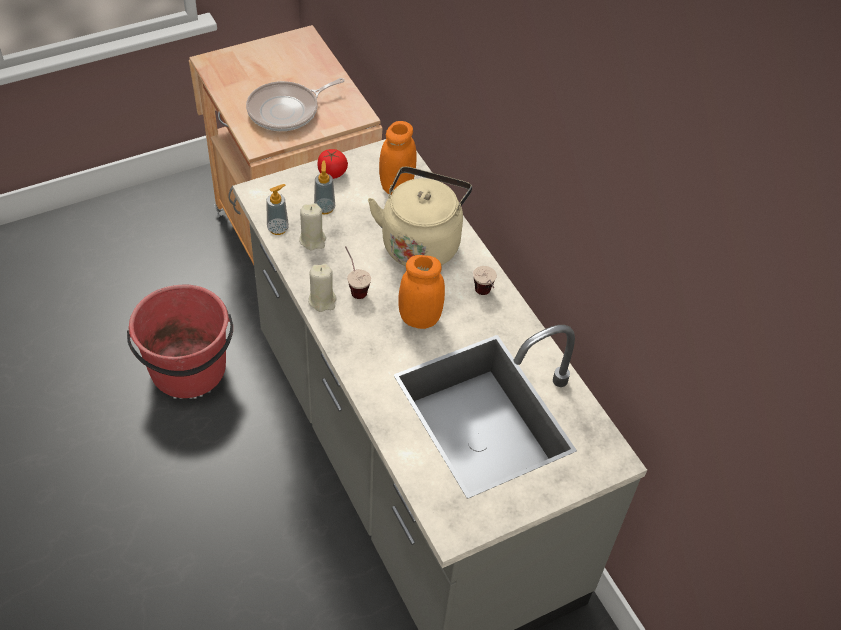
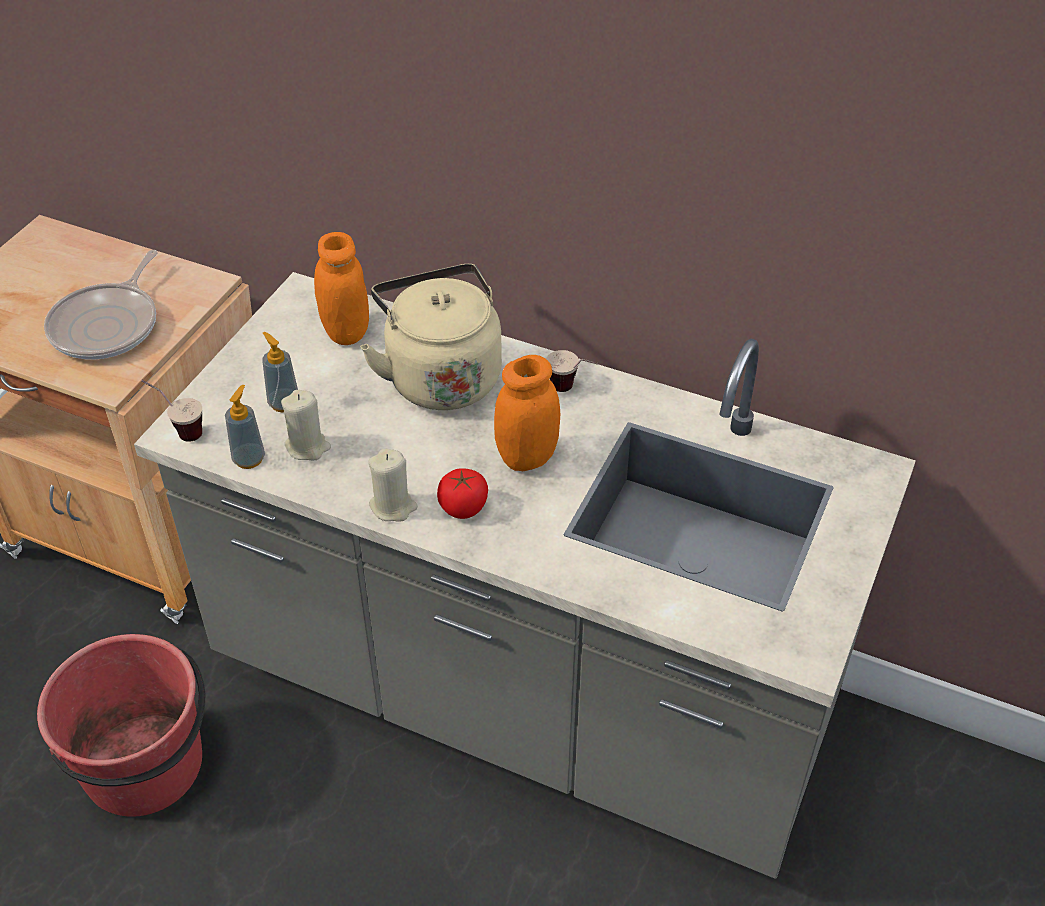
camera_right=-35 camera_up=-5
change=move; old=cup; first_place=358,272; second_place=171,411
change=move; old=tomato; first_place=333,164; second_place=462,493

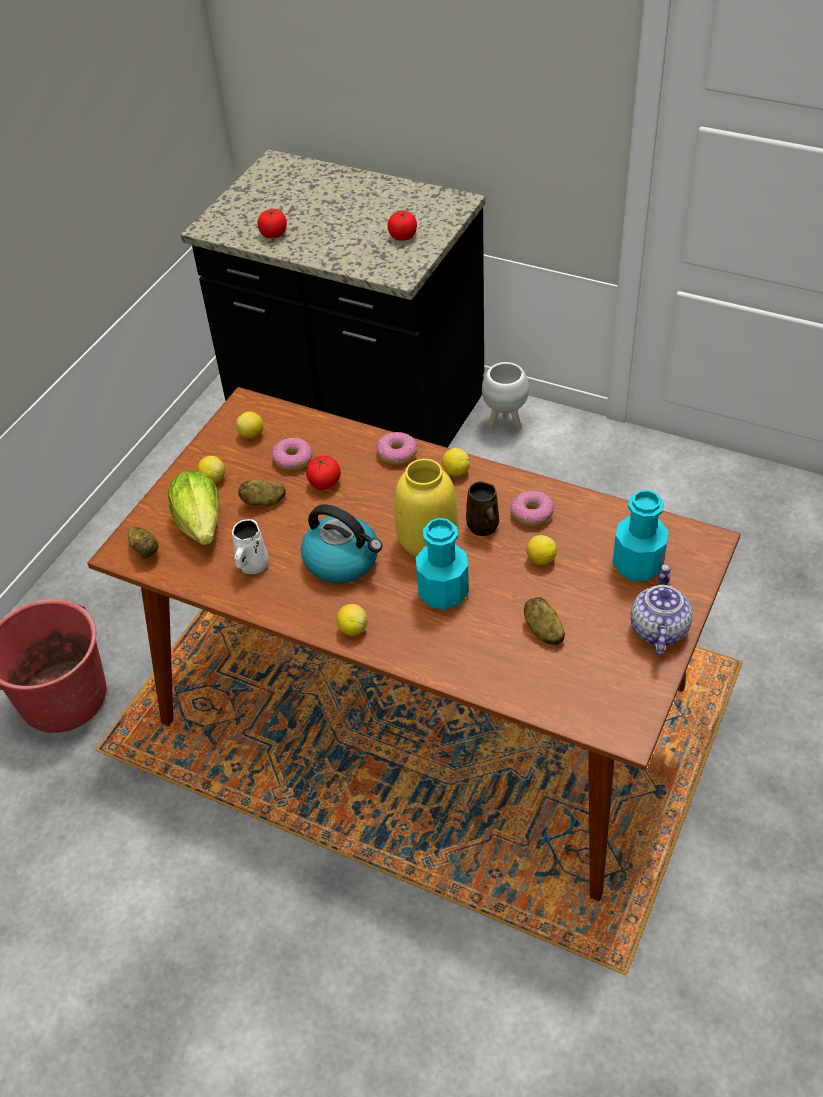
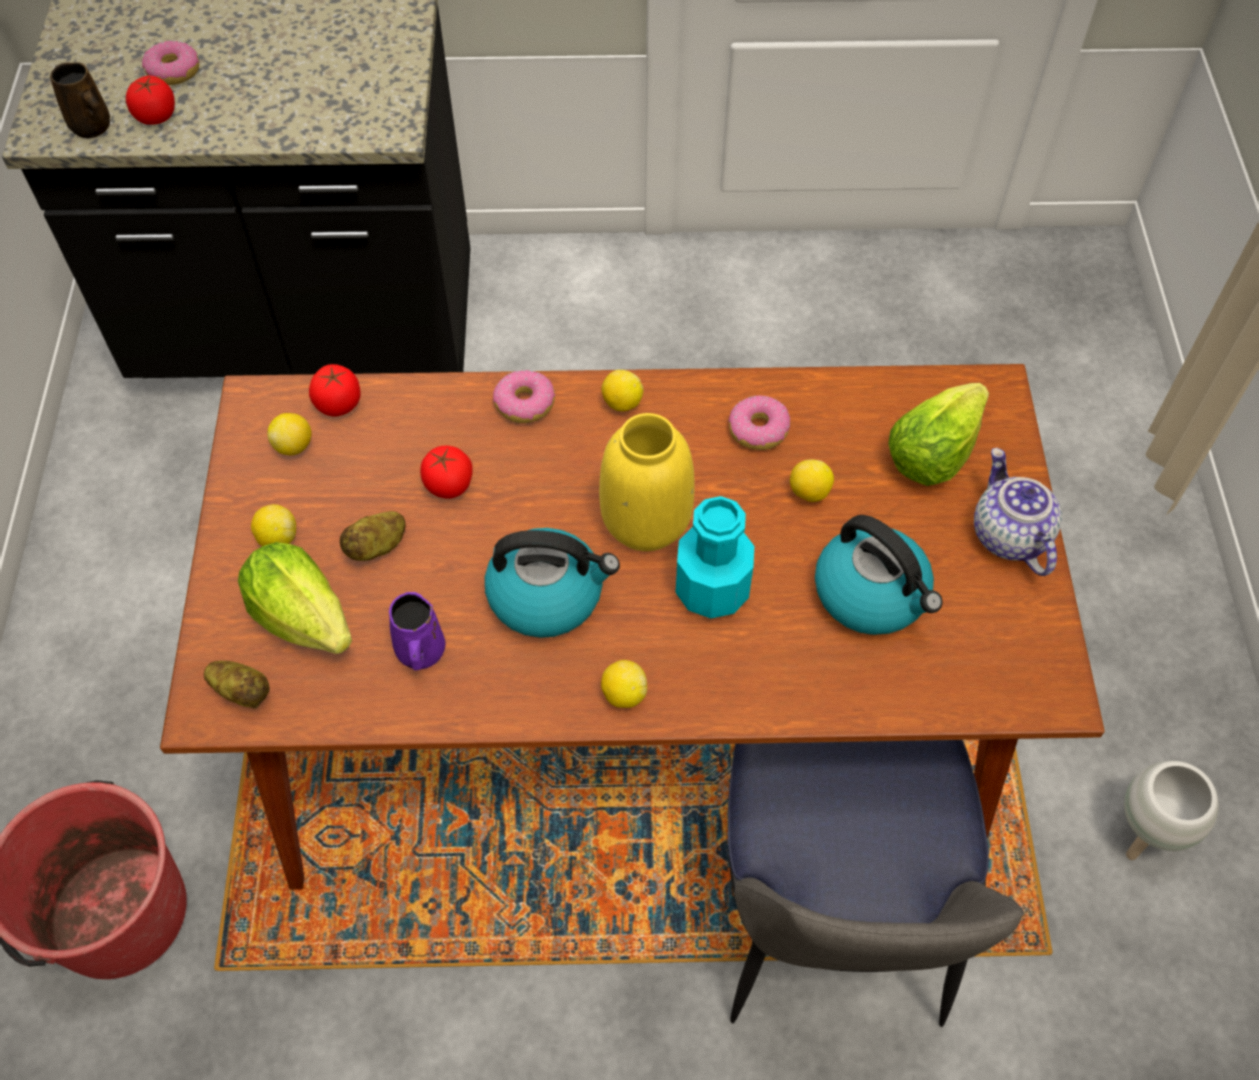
camera_right=-30 camera_up=10
change=move; old=brown mug; first_place=482,508; second_place=80,100
change=move; old=donut; first_place=292,454; second_place=170,62
change=move; old=tomato; first_place=402,226; second_place=335,390
change=recolor; old=white mug; new=purple mug; first_place=250,546; second_place=417,631
change=insert; new=chair; second_place=876,883
change=replace; old=potato; new=kettle; first_place=544,621; second_place=878,575
change=replace; old=turquoise bottle; new=lettuce; first_place=641,535; second_place=938,434
change=move; old=white planter; first_place=505,396; second_place=1171,810

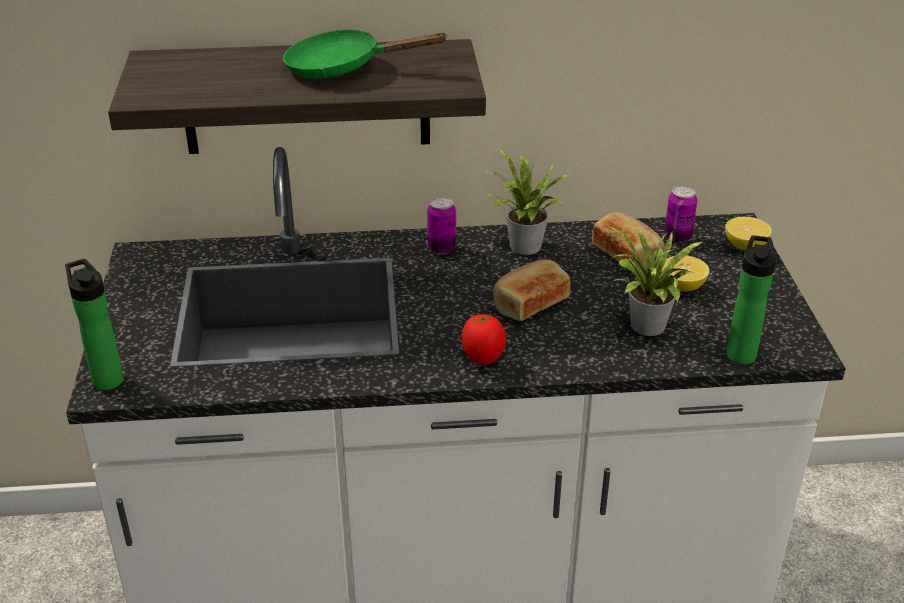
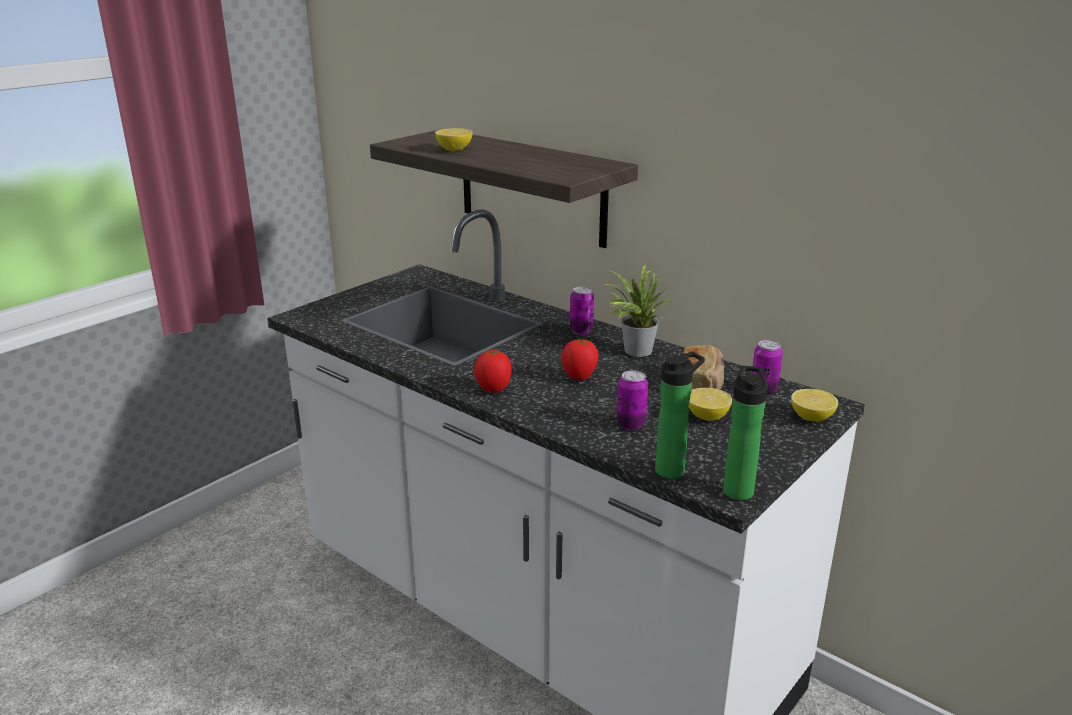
camera_right=45 camera_up=-10
change=insert; new=lemon; second_place=454,139
change=replace; old=bread; new=tomato; first_place=532,290; second_place=580,360
change=replace; old=potted plant; new=can; first_place=656,281; second_place=632,400
change=move; old=bottle; first_place=94,324; second_place=745,433
change=delete; old=green frying pan; first_place=365,54

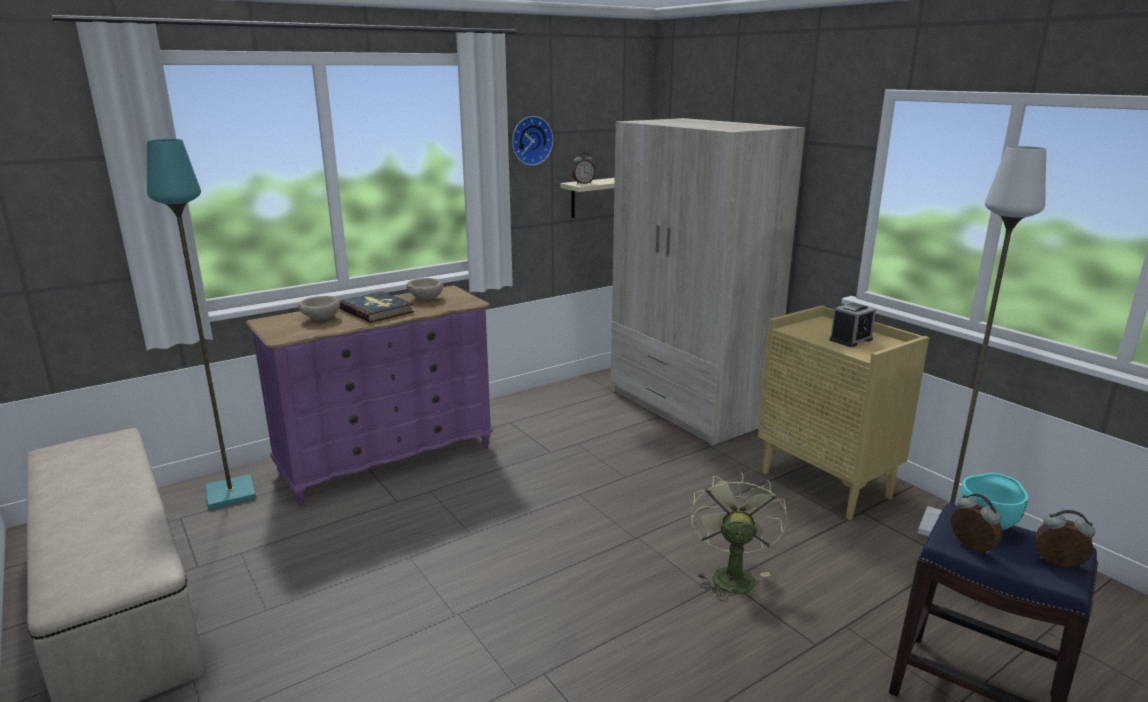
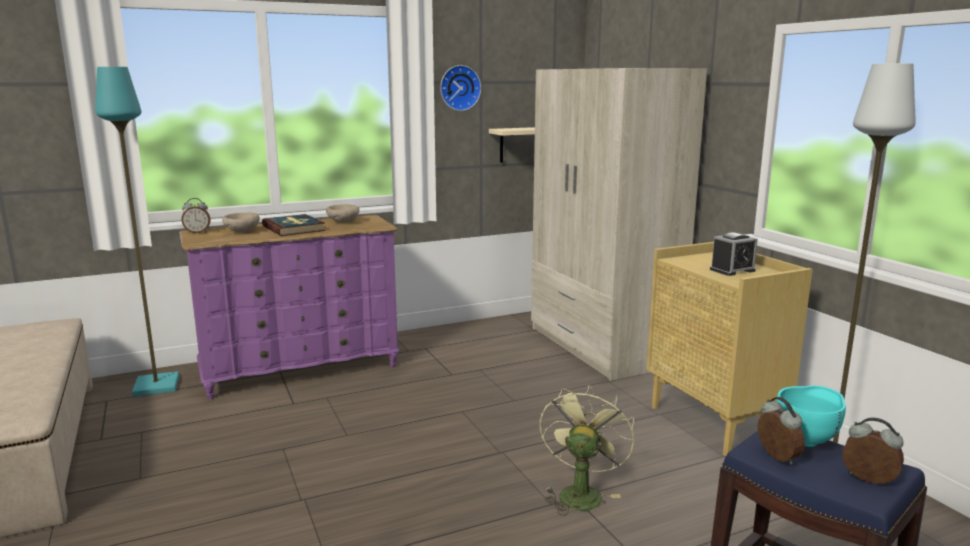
camera_right=10 camera_up=-5
change=move; old=alarm clock; first_place=584,168; second_place=196,215

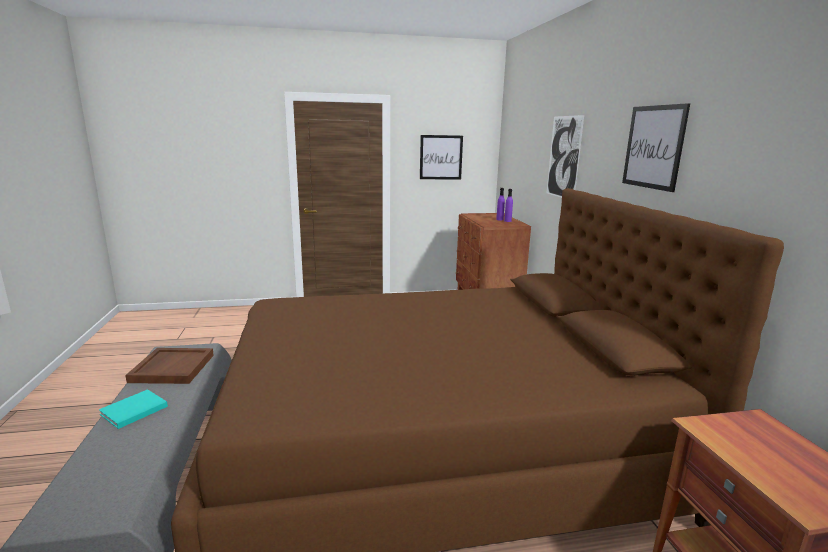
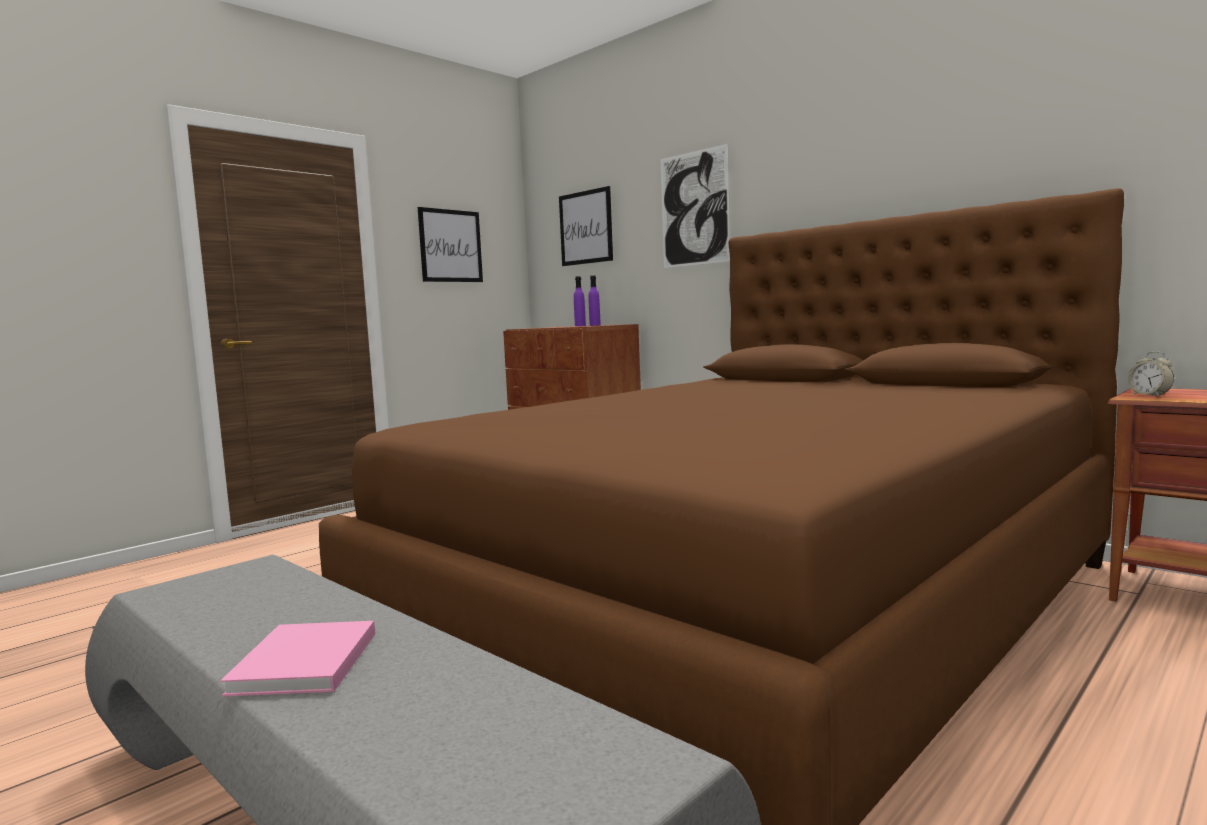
camera_right=-35 camera_up=-10
change=recolor; old=turquoise book; new=pink book; first_place=133,409; second_place=297,659
change=move; old=picture; first_place=656,147; second_place=586,226
change=insert; new=alarm clock; second_place=1151,374
change=delete; old=brown tray; first_place=169,366

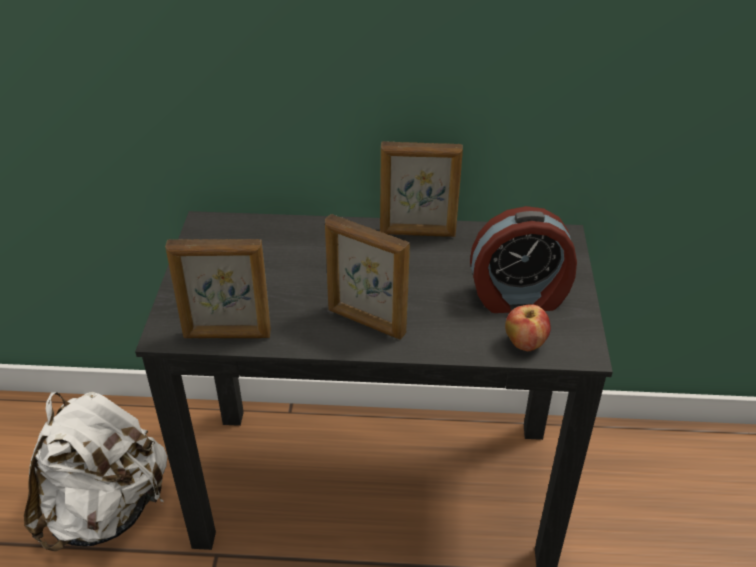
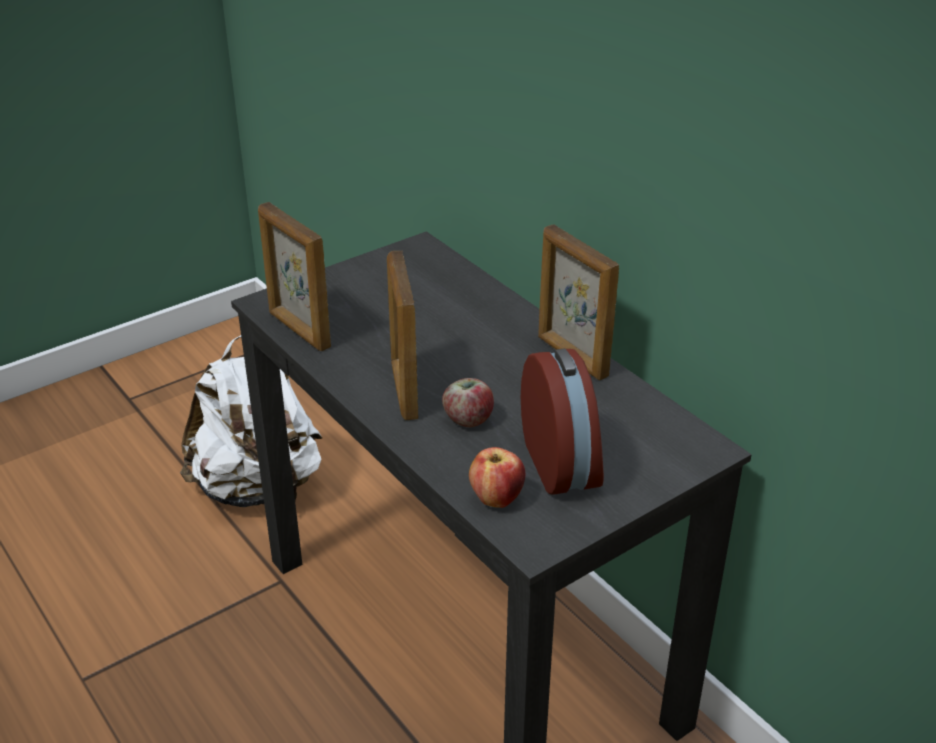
camera_right=50 camera_up=-5
change=insert; new=apple; second_place=468,402
change=rotate; old=alarm clock; first_place=523,259; second_place=562,422; degrees=-150

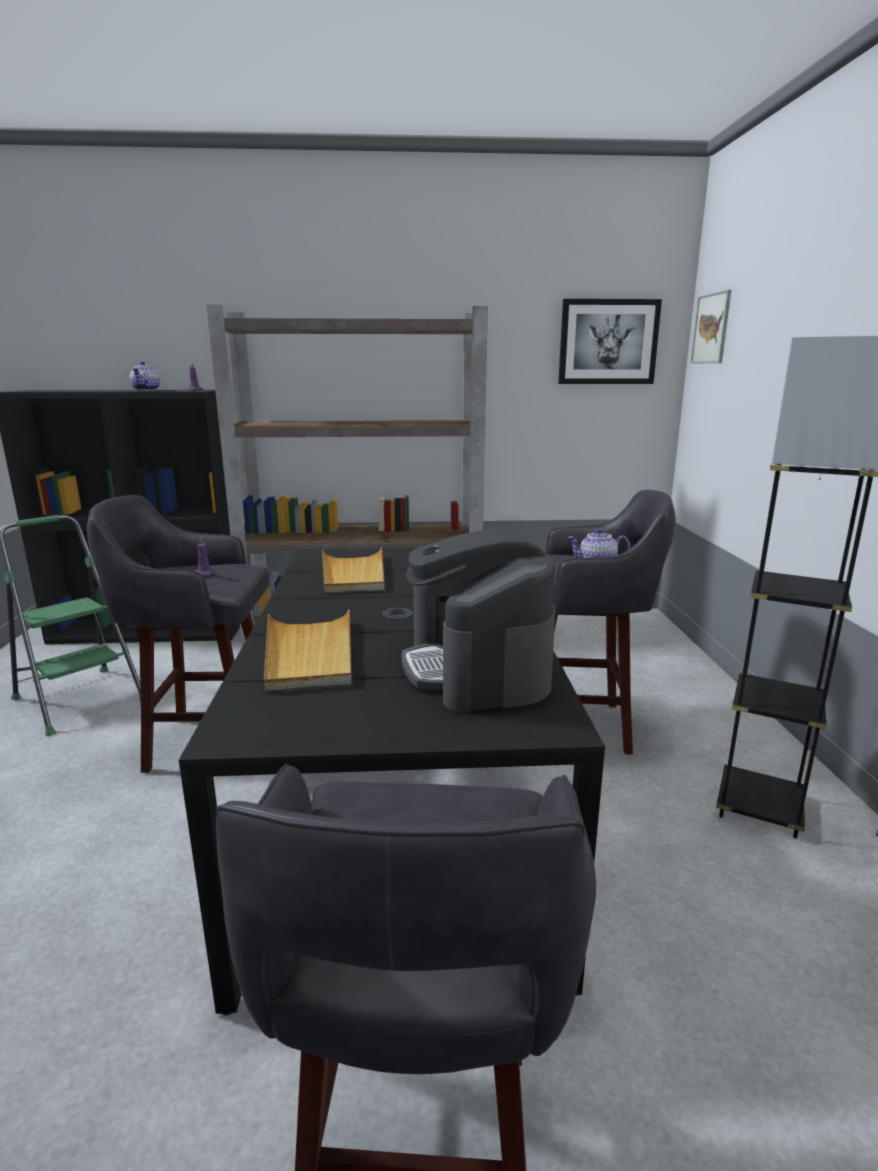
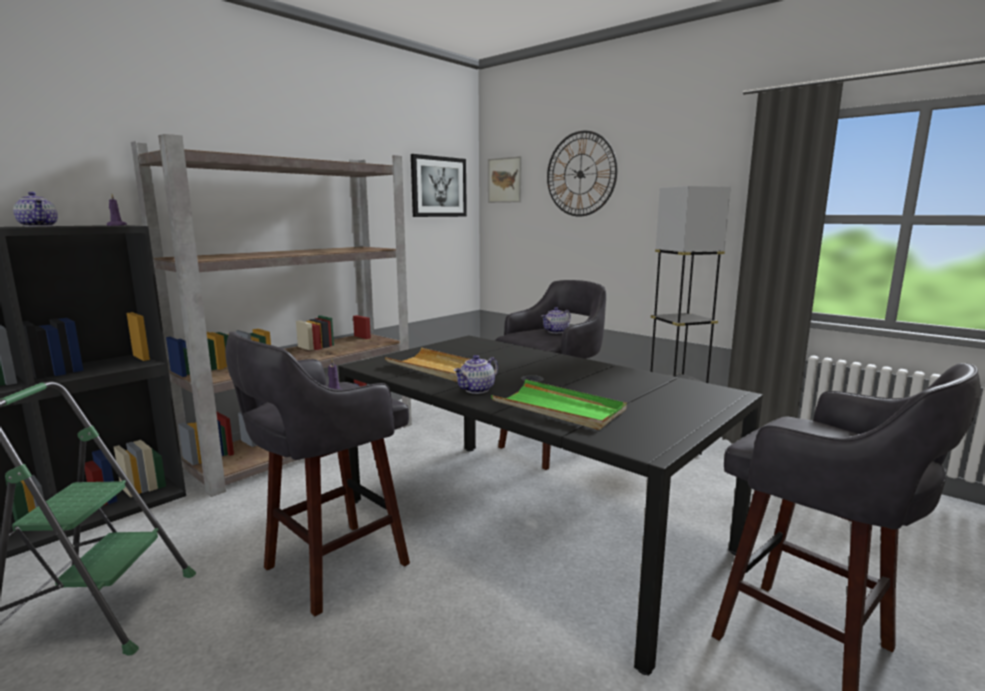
camera_right=-45 camera_up=-5
change=insert; new=teapot; second_place=475,374
change=recolor; old=beige tray; new=green tray; first_place=308,650; second_place=559,404
change=insert; new=wall clock; second_place=582,174
change=delete; old=coffee machine; first_place=478,620

